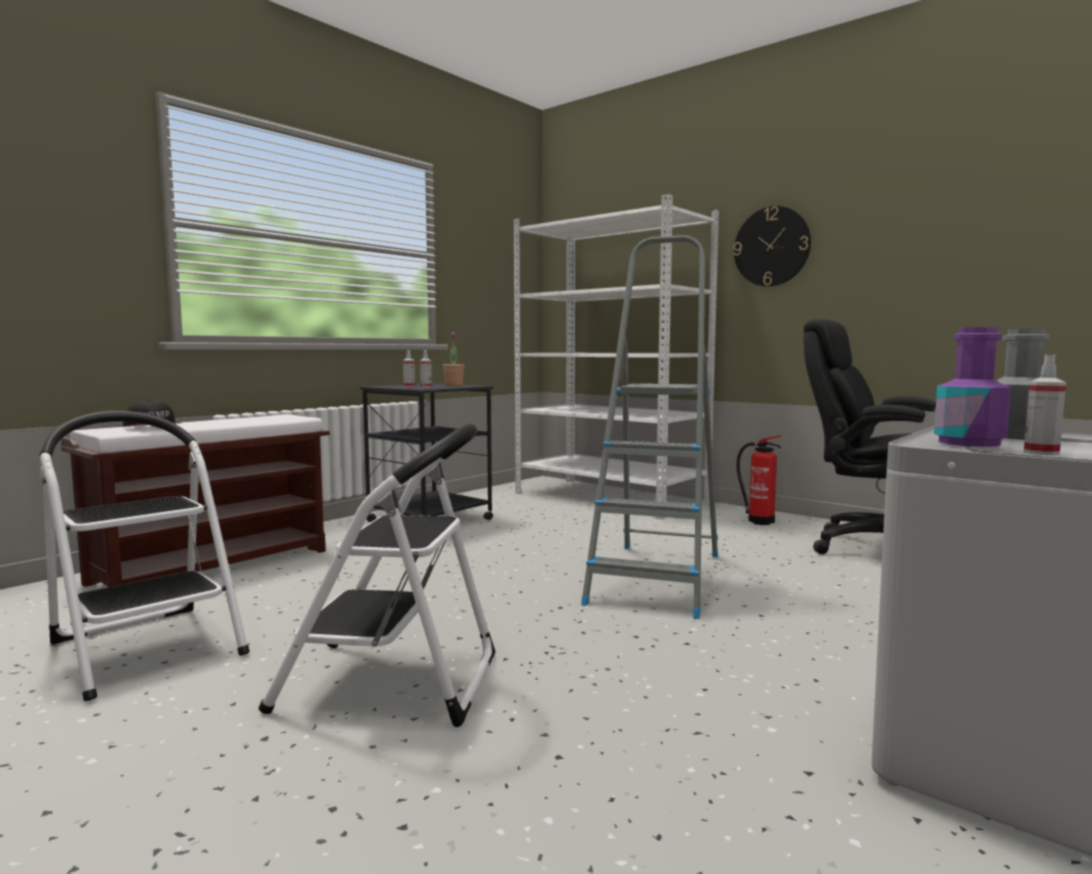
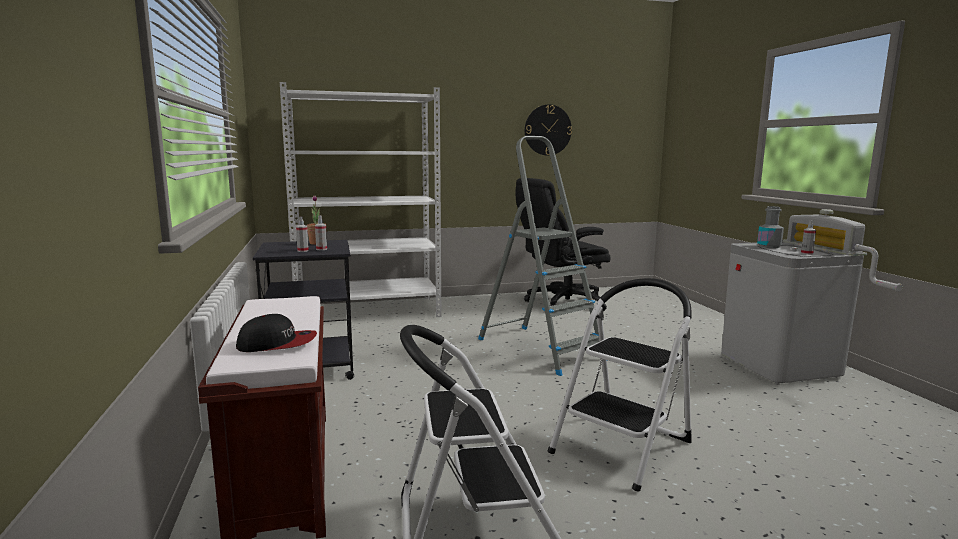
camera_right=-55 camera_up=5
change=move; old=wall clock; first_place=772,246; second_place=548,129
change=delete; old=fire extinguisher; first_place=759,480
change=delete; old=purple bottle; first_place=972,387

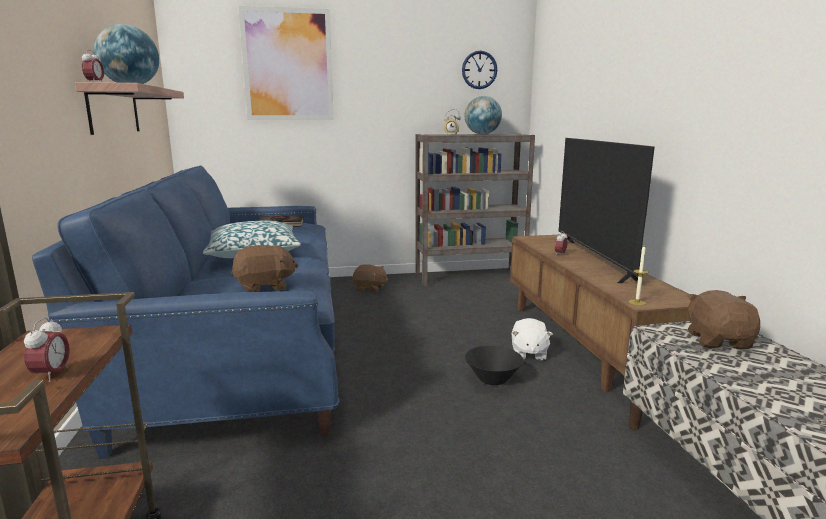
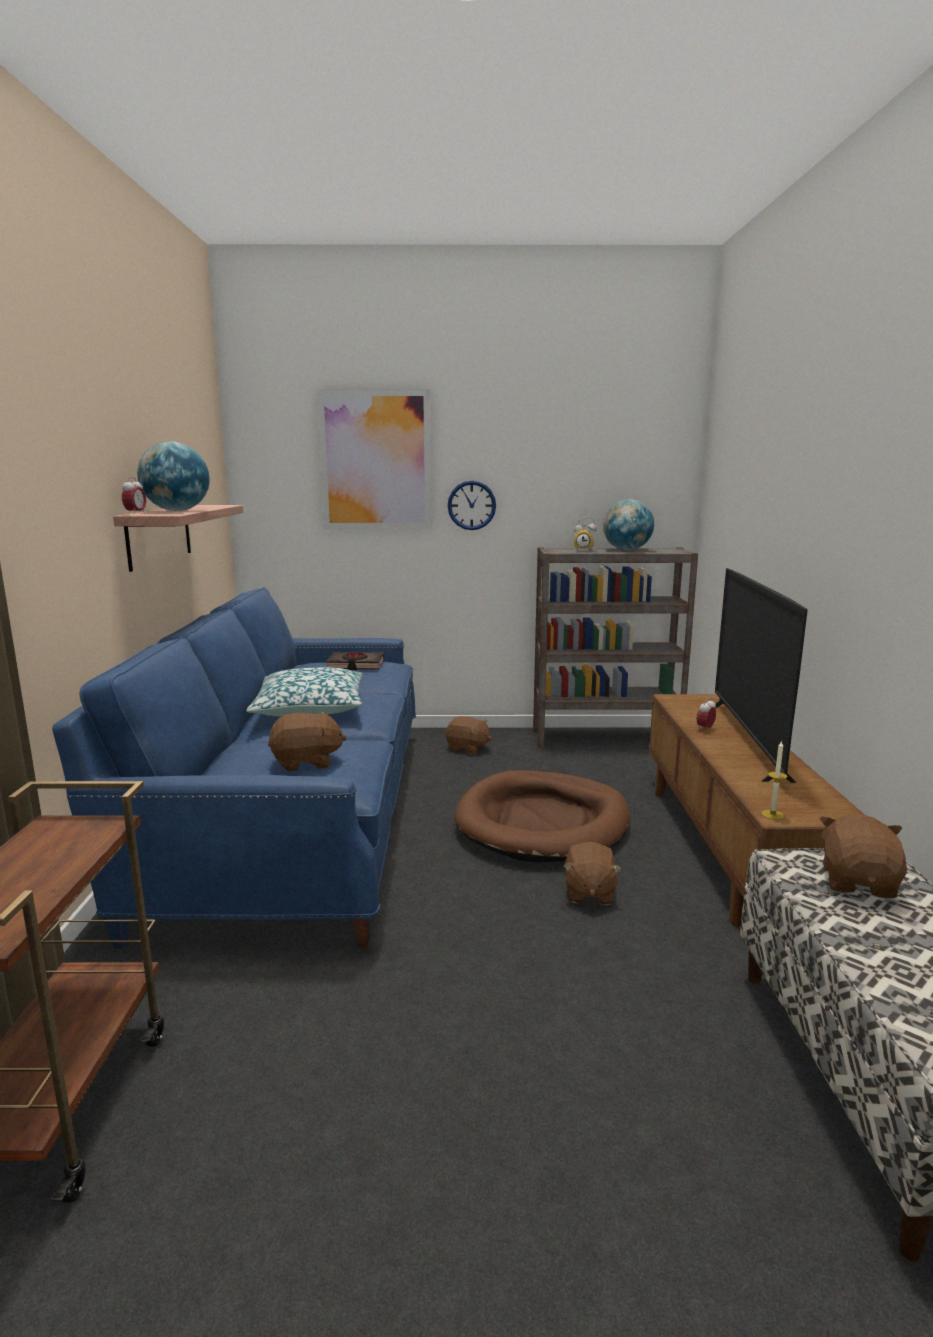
camera_right=10 camera_up=0
change=move; old=wall clock; first_place=479,69; second_place=472,505
change=insert; new=brown dog bed; second_place=542,816
change=replace; old=black bowl; new=brown plush toy; first_place=494,365; second_place=593,874
change=delete; old=alarm clock; first_place=47,349
change=delete; old=white plush toy; first_place=532,339

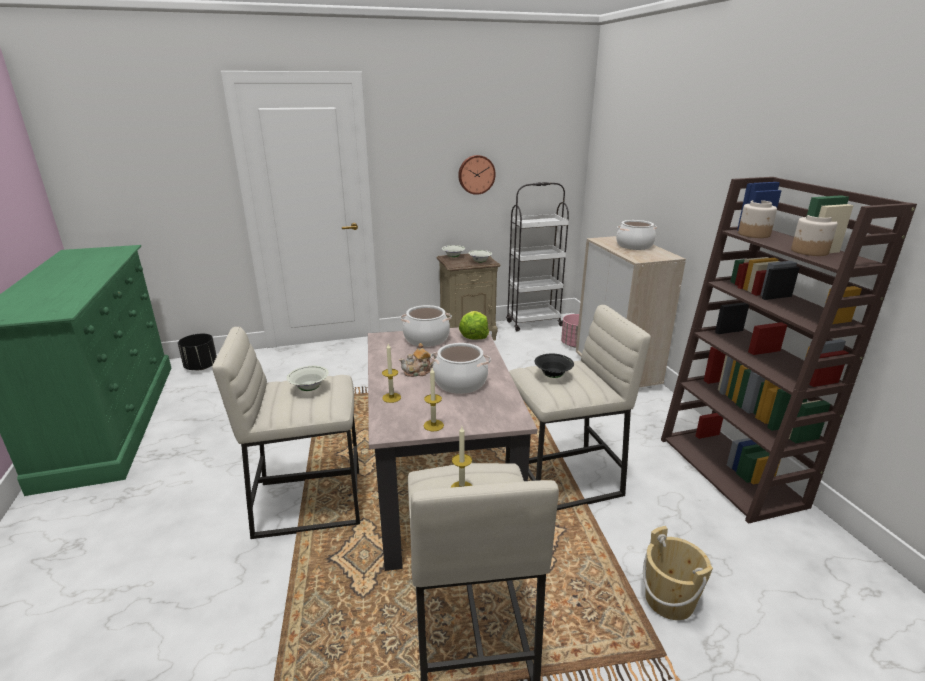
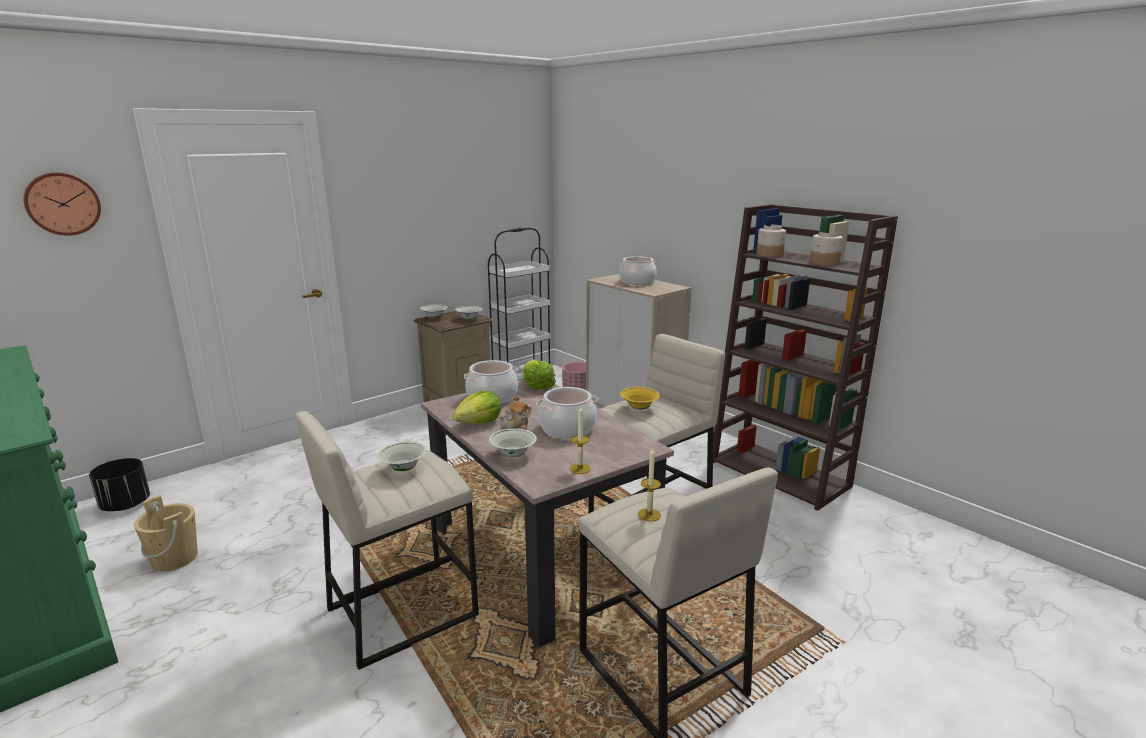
camera_right=-25 camera_up=-5
change=move; old=wall clock; first_place=477,175; second_place=62,204
change=move; old=beige bucket; first_place=678,573; second_place=166,533
change=insert; new=lettuce; second_place=477,407
change=replace; old=candle; new=white bowl; first_place=391,373; second_place=513,443
change=recolor; old=black bowl; new=yellow bowl; first_place=554,365; second_place=640,398

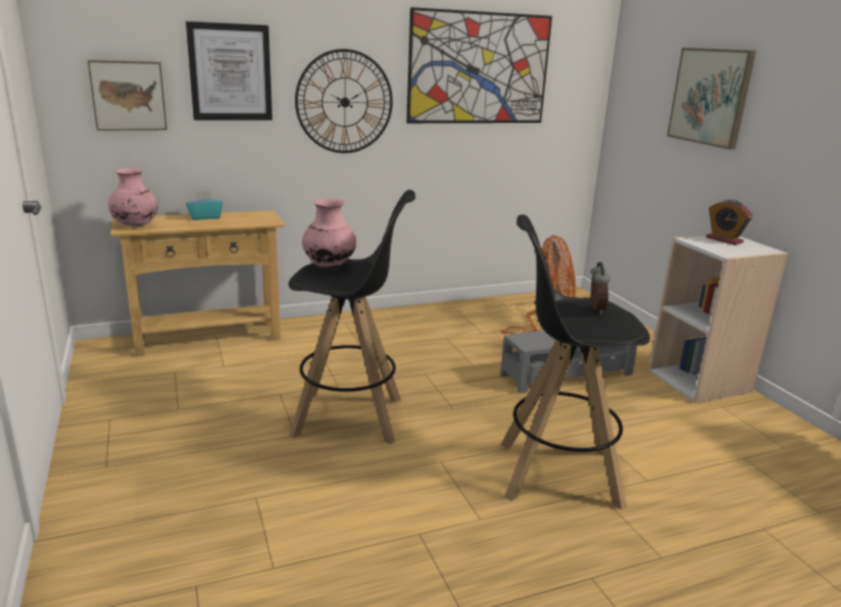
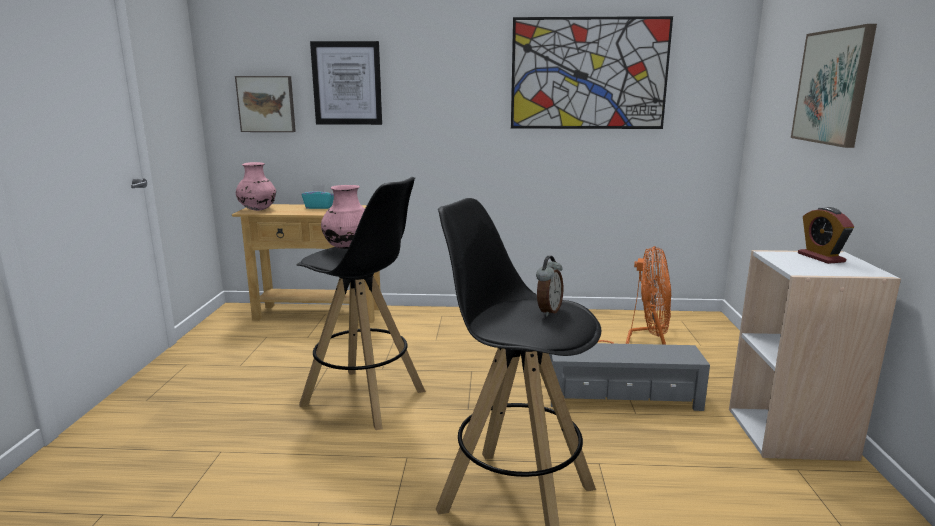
camera_right=25 camera_up=-5
change=delete; old=wall clock; first_place=344,101

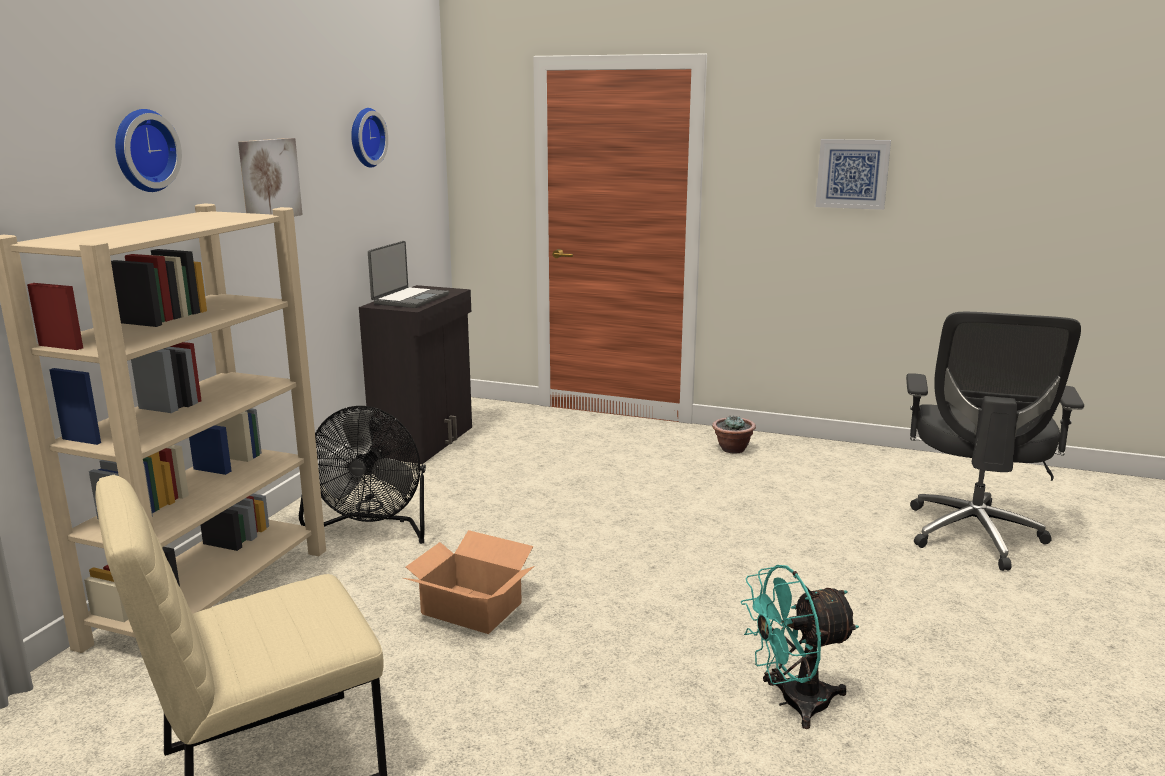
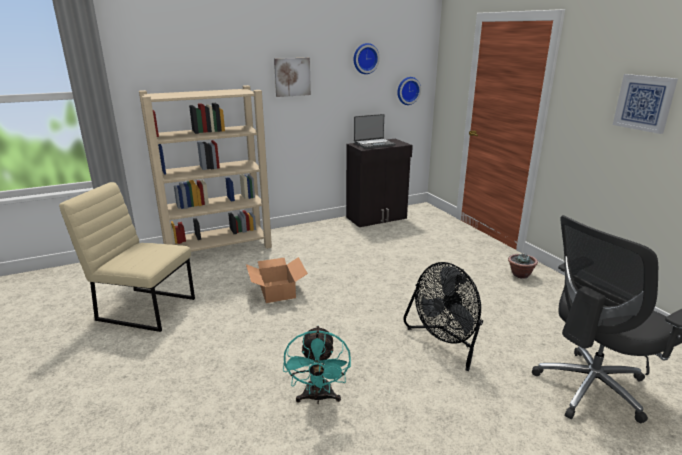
camera_right=45 camera_up=5
change=rotate; old=turquoise fan; first_place=799,647; second_place=317,364; degrees=-120
change=move; old=wall clock; first_place=148,150; second_place=409,91
change=move; old=black fan; first_place=362,475; second_place=443,316

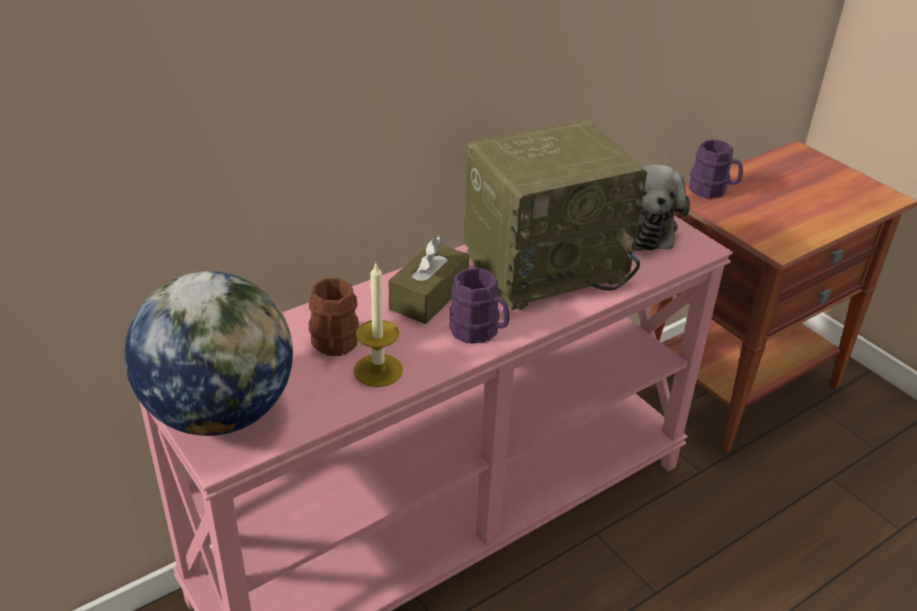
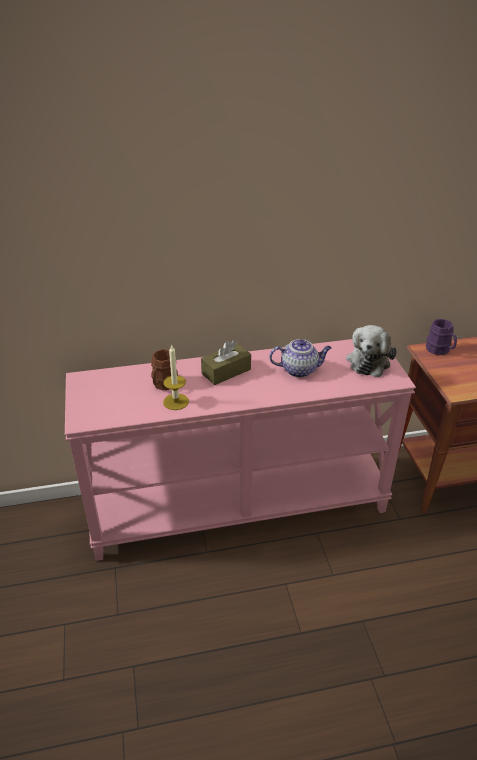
camera_right=25 camera_up=0
change=replace; old=radio; new=teapot; first_place=556,215; second_place=300,358
change=delete; old=globe; first_place=208,353
change=delete; old=purple mug; first_place=479,306

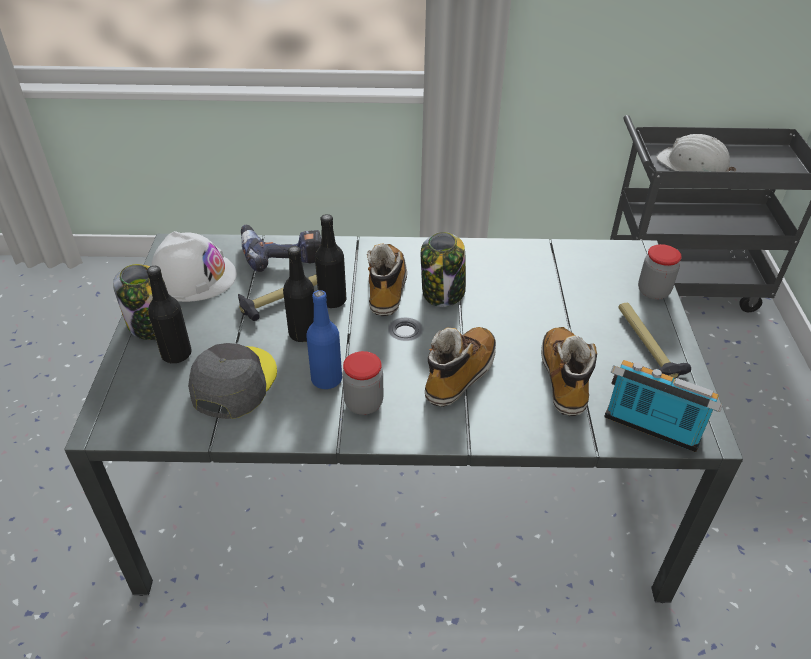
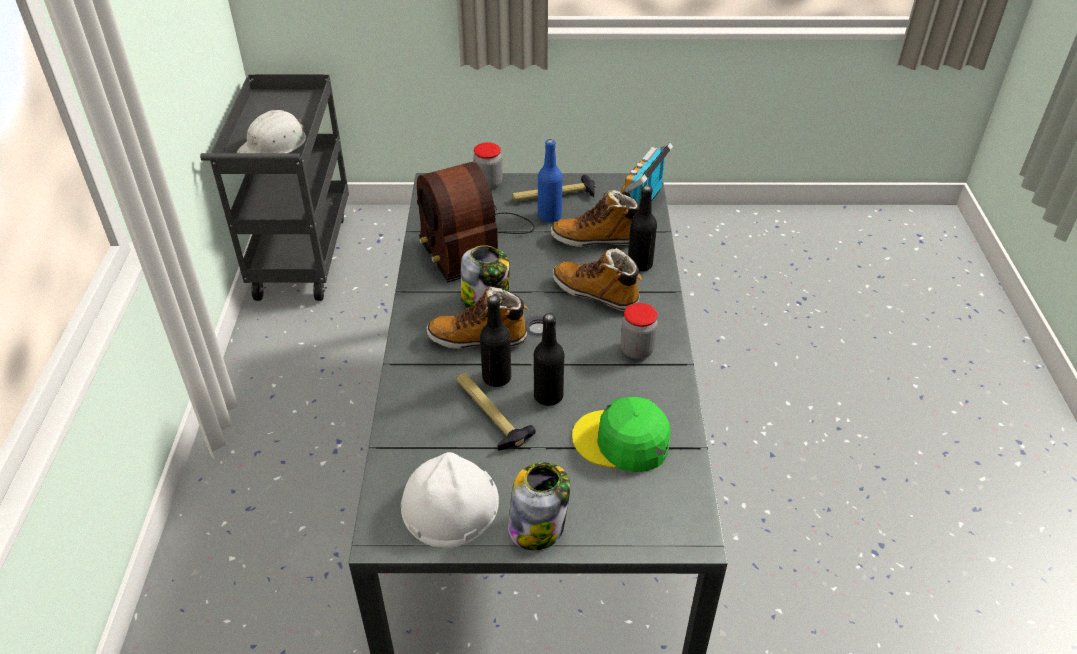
camera_right=-90 camera_up=0
change=insert; new=radio; second_place=476,222
change=move; old=blue bottle; first_place=324,339; second_place=550,180
change=recolor; old=grey cap; new=green cap; first_place=232,381; second_place=621,434
change=move; old=black bottle; first_place=169,314; second_place=642,228
change=delete; old=power drill; first_place=281,248

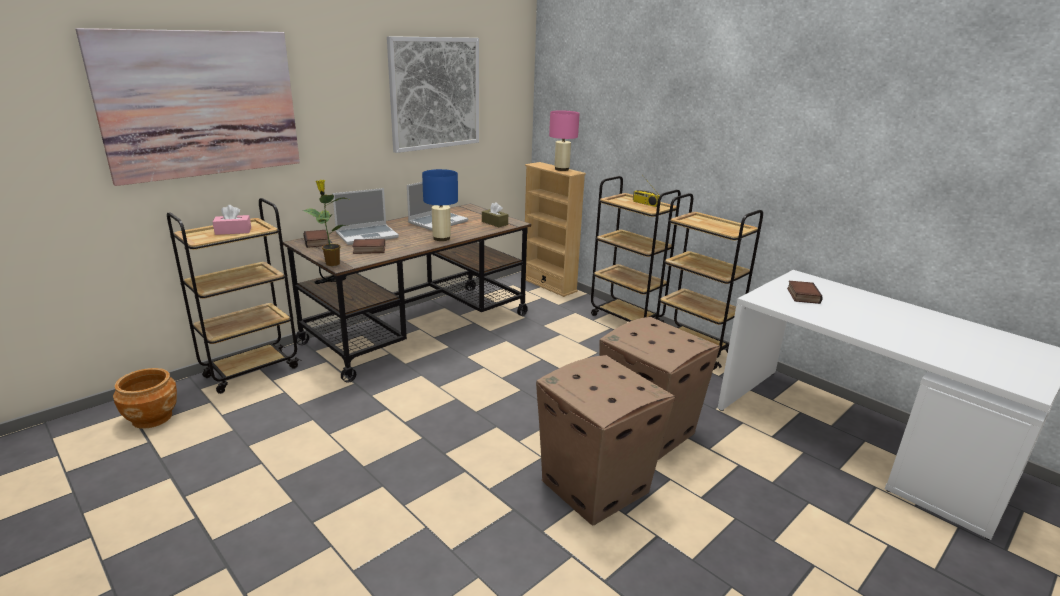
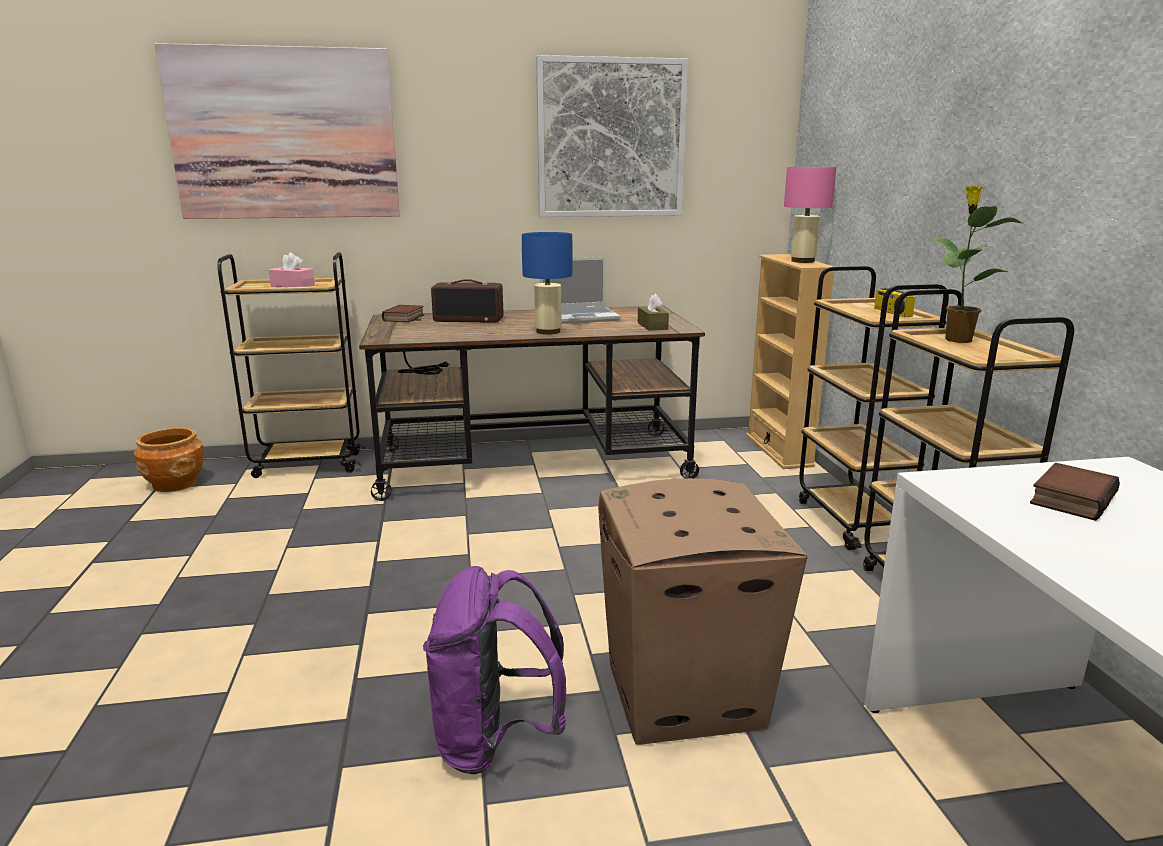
camera_right=35 camera_up=-5
change=replace; old=cardboard box; new=purple backpack; first_place=605,440; second_place=494,670
change=replace; old=laptop; new=radio; first_place=365,216; second_place=467,300
change=move; old=potted plant; first_place=326,223; second_place=975,264
change=delete; old=book; first_place=368,246

